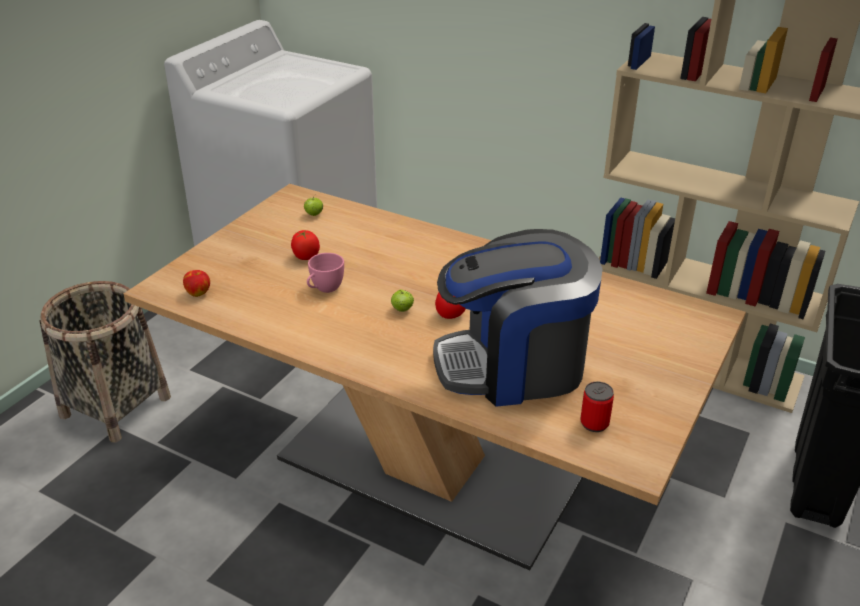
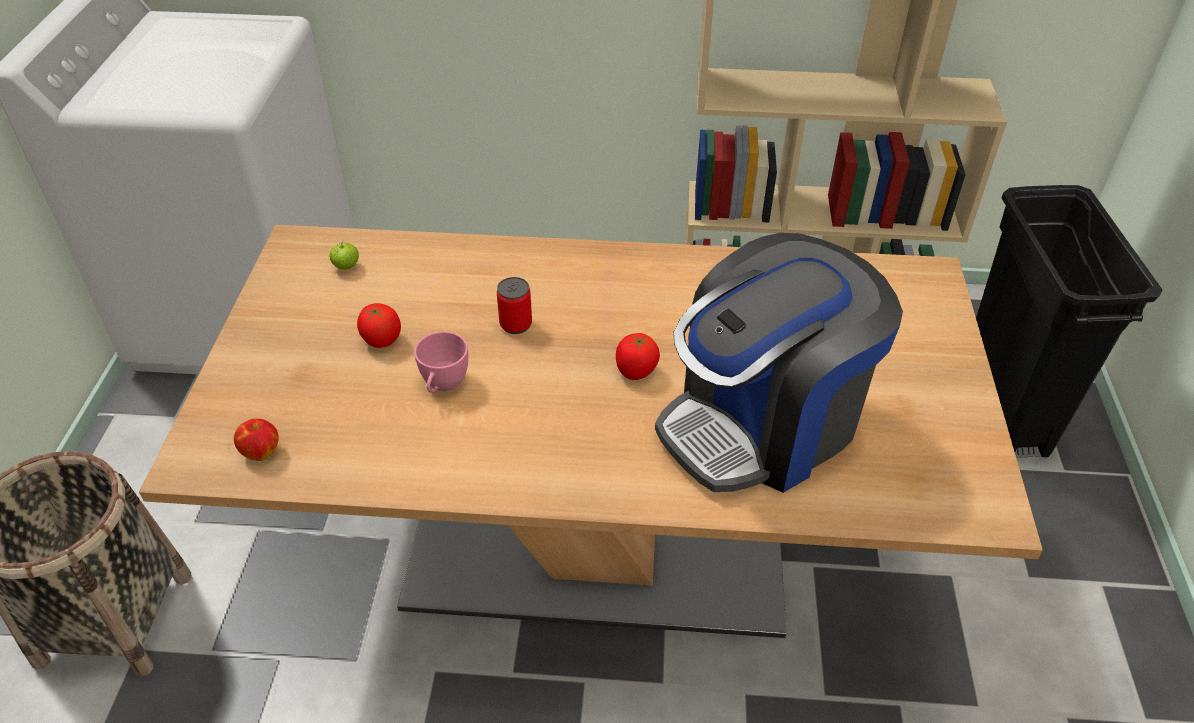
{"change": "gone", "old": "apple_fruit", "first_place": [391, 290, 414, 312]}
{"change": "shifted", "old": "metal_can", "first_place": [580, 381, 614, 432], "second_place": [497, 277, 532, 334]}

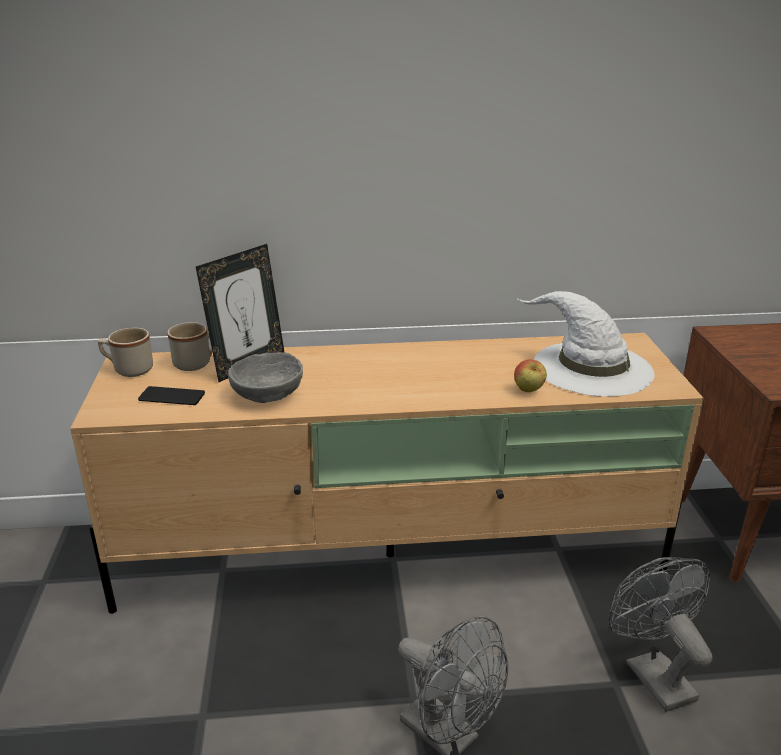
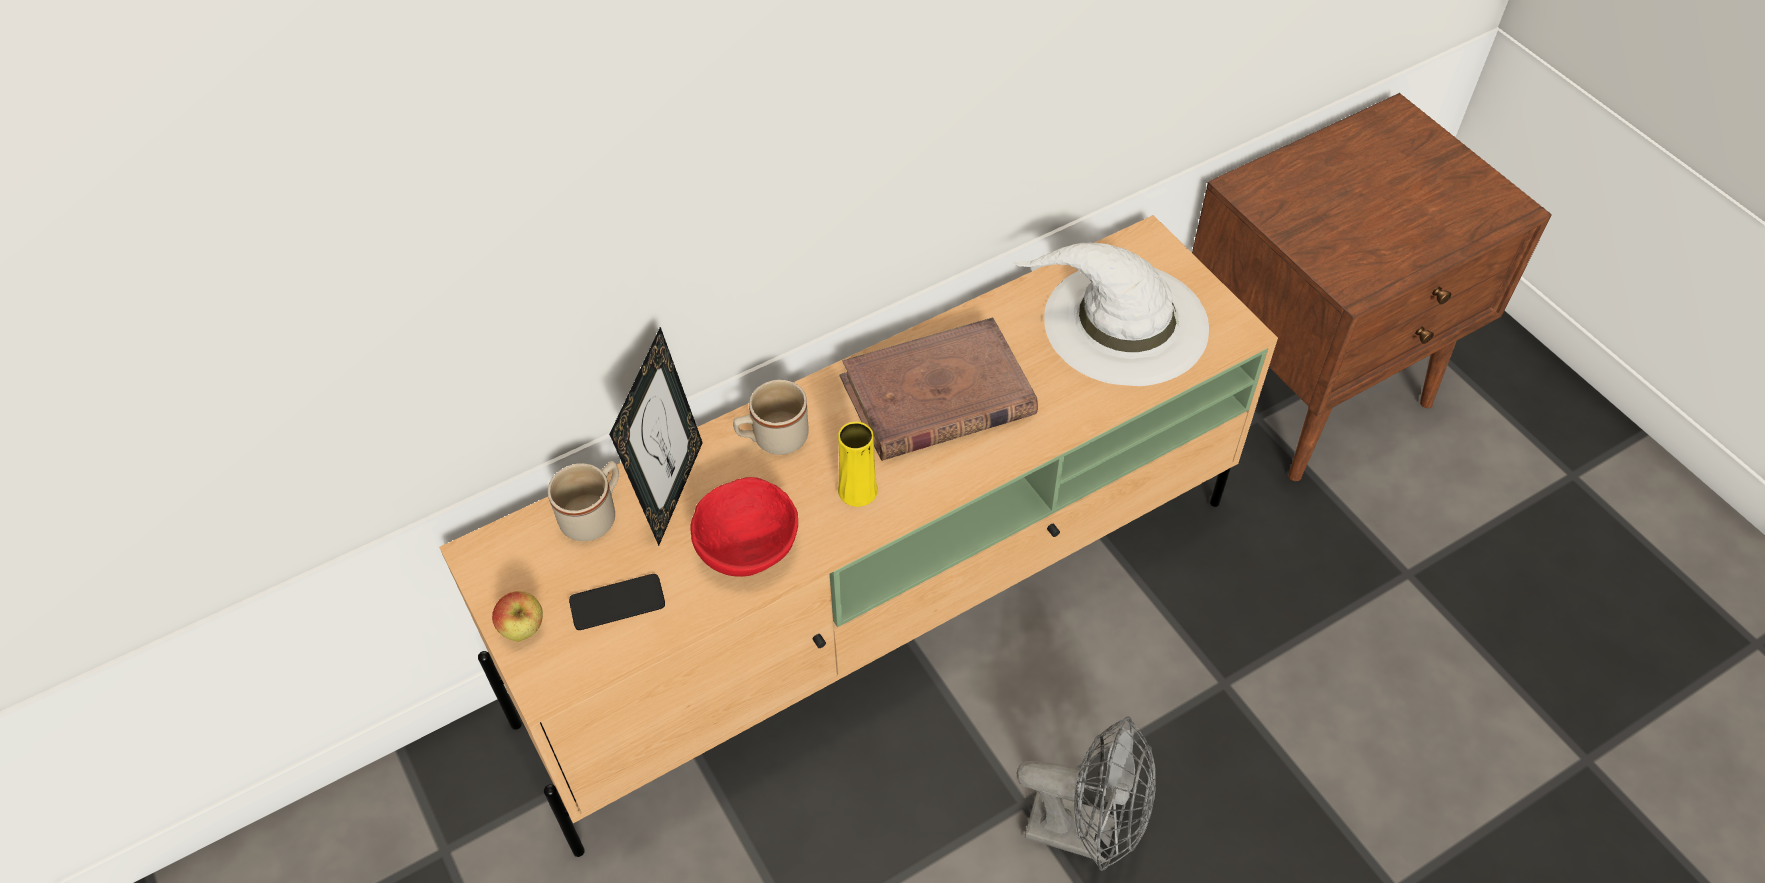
{"change": "gone", "old": "greyish_cooling_fan", "first_place": [608, 557, 712, 712]}
{"change": "new", "new": "yellow_decorative_vase", "second_place": [838, 422, 878, 507]}
{"change": "new", "new": "brownish_volume", "second_place": [840, 317, 1038, 461]}
{"change": "shifted", "old": "beige_mug", "first_place": [98, 328, 153, 377], "second_place": [733, 380, 809, 455]}
{"change": "shifted", "old": "apple_fruit", "first_place": [514, 359, 547, 392], "second_place": [492, 591, 543, 642]}
{"change": "repainted", "old": "greyish_bowl", "new": "red_bowl", "first_place": [228, 352, 303, 403], "second_place": [690, 477, 798, 577]}

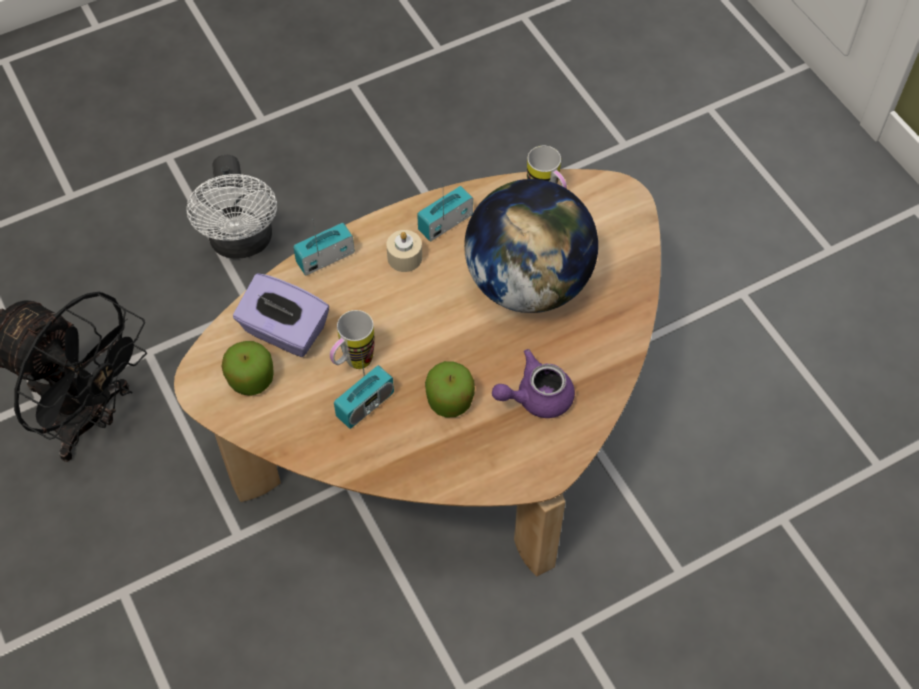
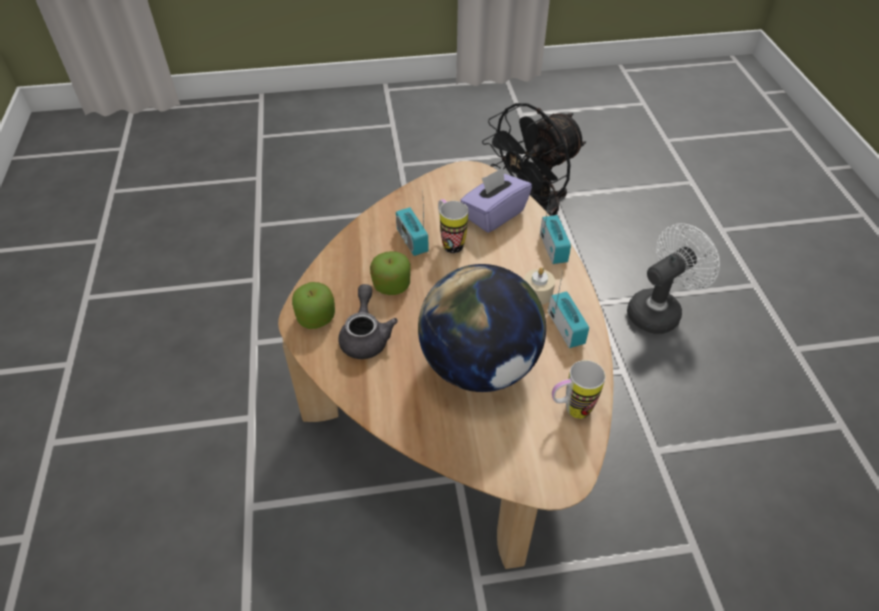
{"change": "shifted", "old": "apple_fruit", "first_place": [221, 341, 274, 396], "second_place": [292, 282, 335, 329]}
{"change": "repainted", "old": "purple_tea_pot", "new": "greyish_tea_pot", "first_place": [492, 349, 575, 418], "second_place": [339, 284, 398, 359]}
{"change": "rotated", "old": "white_cooling_fan", "first_place": [186, 155, 277, 259], "second_place": [627, 223, 720, 334], "degrees": 135}

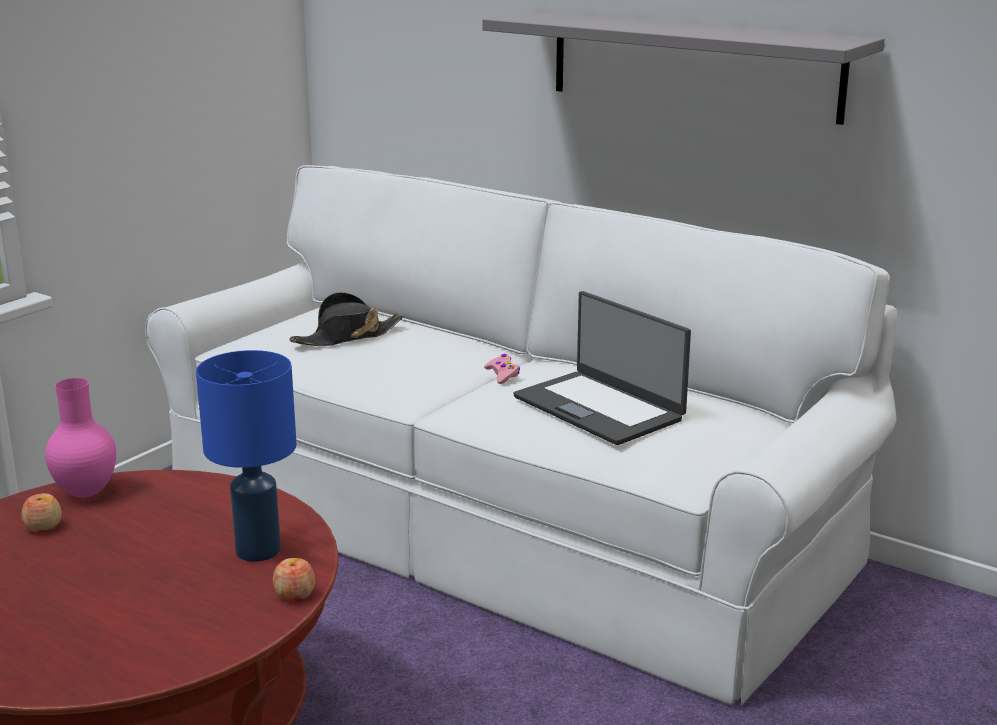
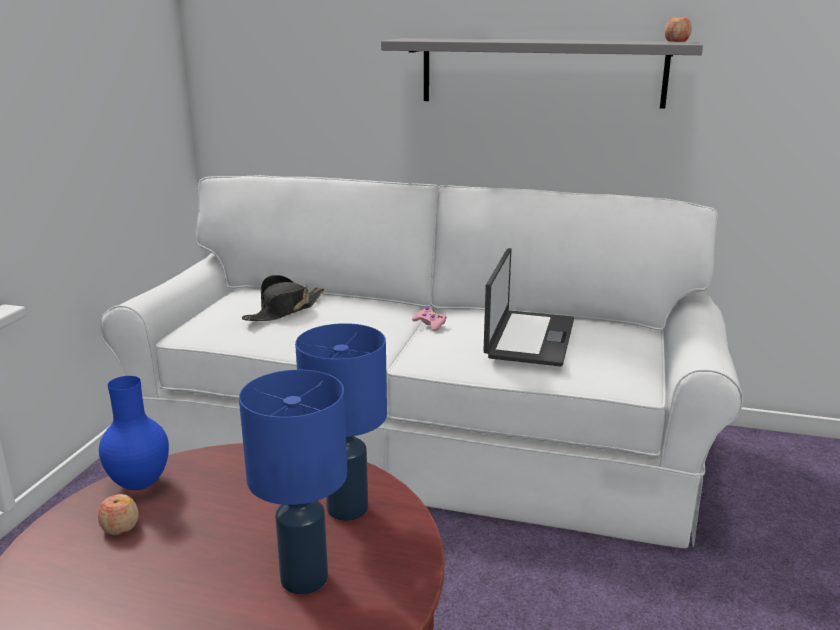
{"change": "new", "new": "blue_lamp_for_a_table", "second_place": [239, 370, 347, 594]}
{"change": "shifted", "old": "apple_fruit", "first_place": [273, 558, 315, 602], "second_place": [664, 17, 692, 42]}
{"change": "repainted", "old": "pinkish_decorative_vase", "new": "blue_decorative_vase", "first_place": [45, 378, 116, 498], "second_place": [99, 376, 169, 490]}
{"change": "rotated", "old": "laptop", "first_place": [514, 291, 691, 445], "second_place": [484, 248, 574, 367], "degrees": -105}

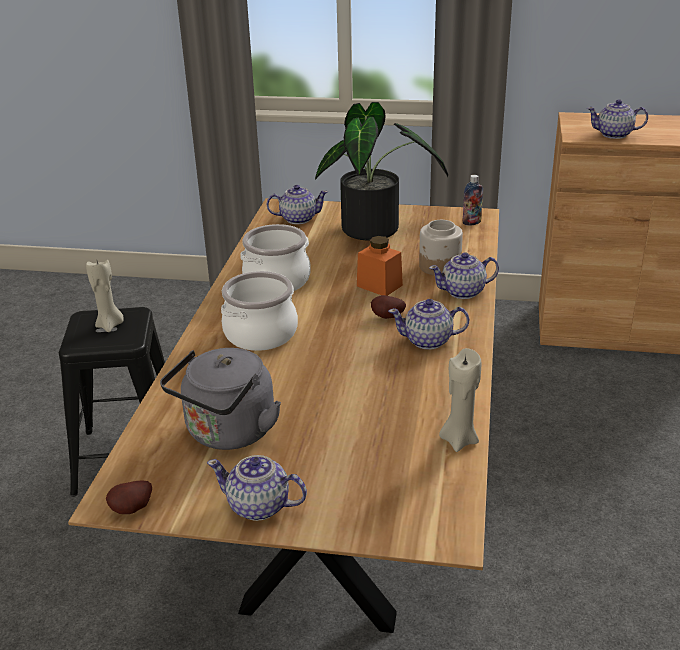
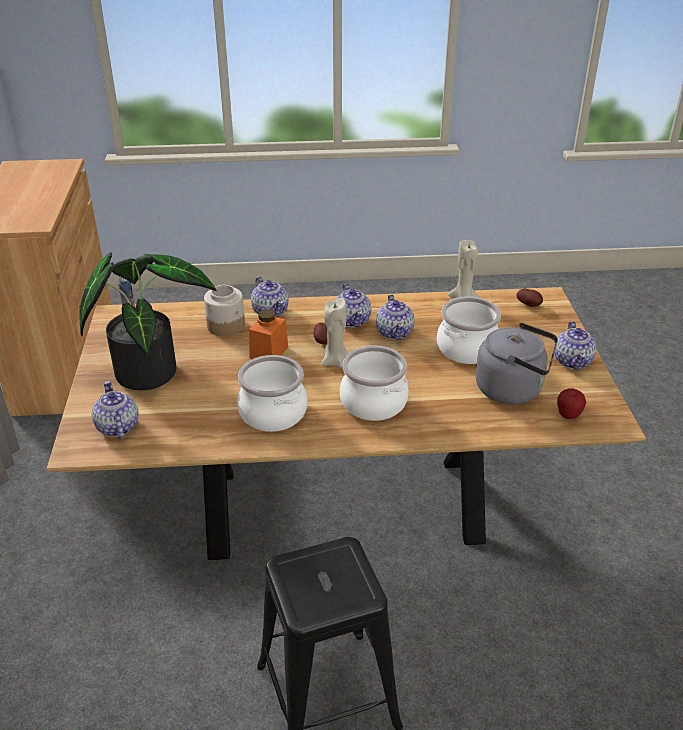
{"change": "new", "new": "cooking_pot", "second_place": [437, 296, 501, 364]}
{"change": "new", "new": "apple_fruit", "second_place": [557, 389, 586, 419]}
{"change": "shifted", "old": "beige_wax_light", "first_place": [86, 260, 124, 332], "second_place": [321, 298, 350, 368]}
{"change": "shifted", "old": "potato", "first_place": [106, 480, 152, 514], "second_place": [516, 289, 543, 307]}
{"change": "shifted", "old": "tea_pot", "first_place": [587, 99, 648, 139], "second_place": [376, 294, 414, 340]}

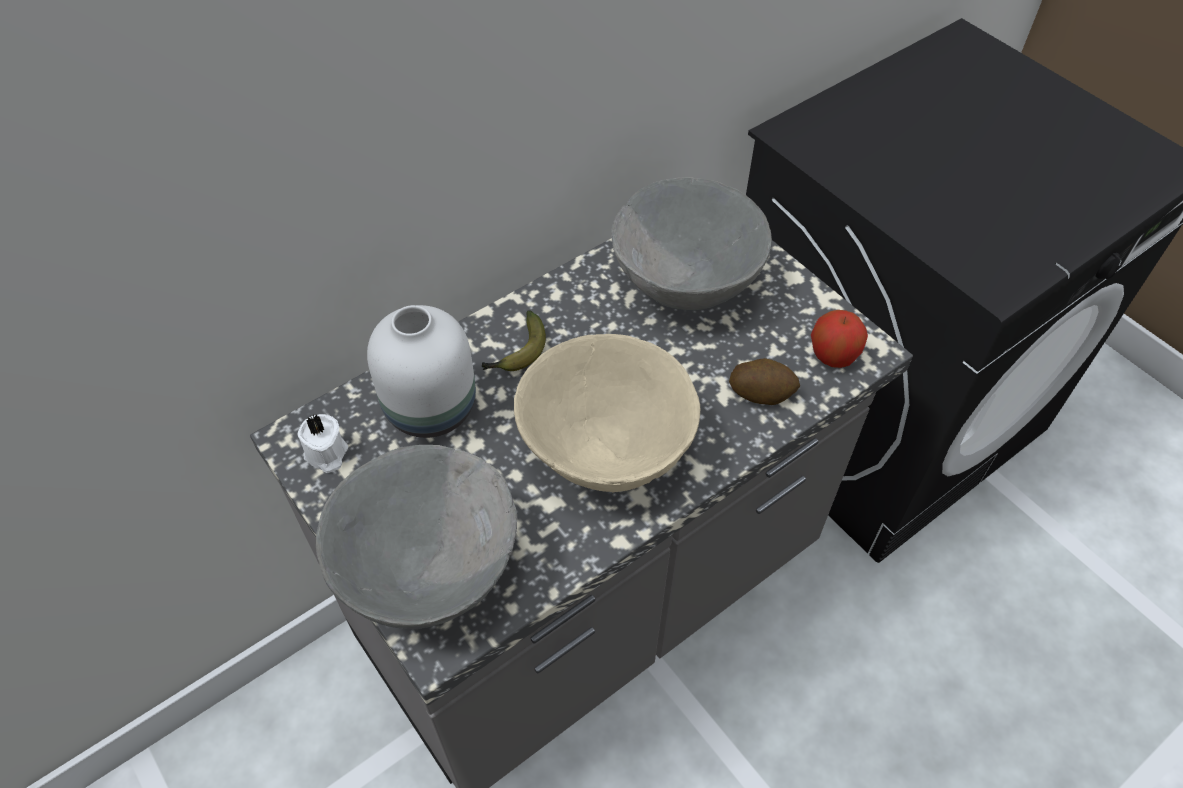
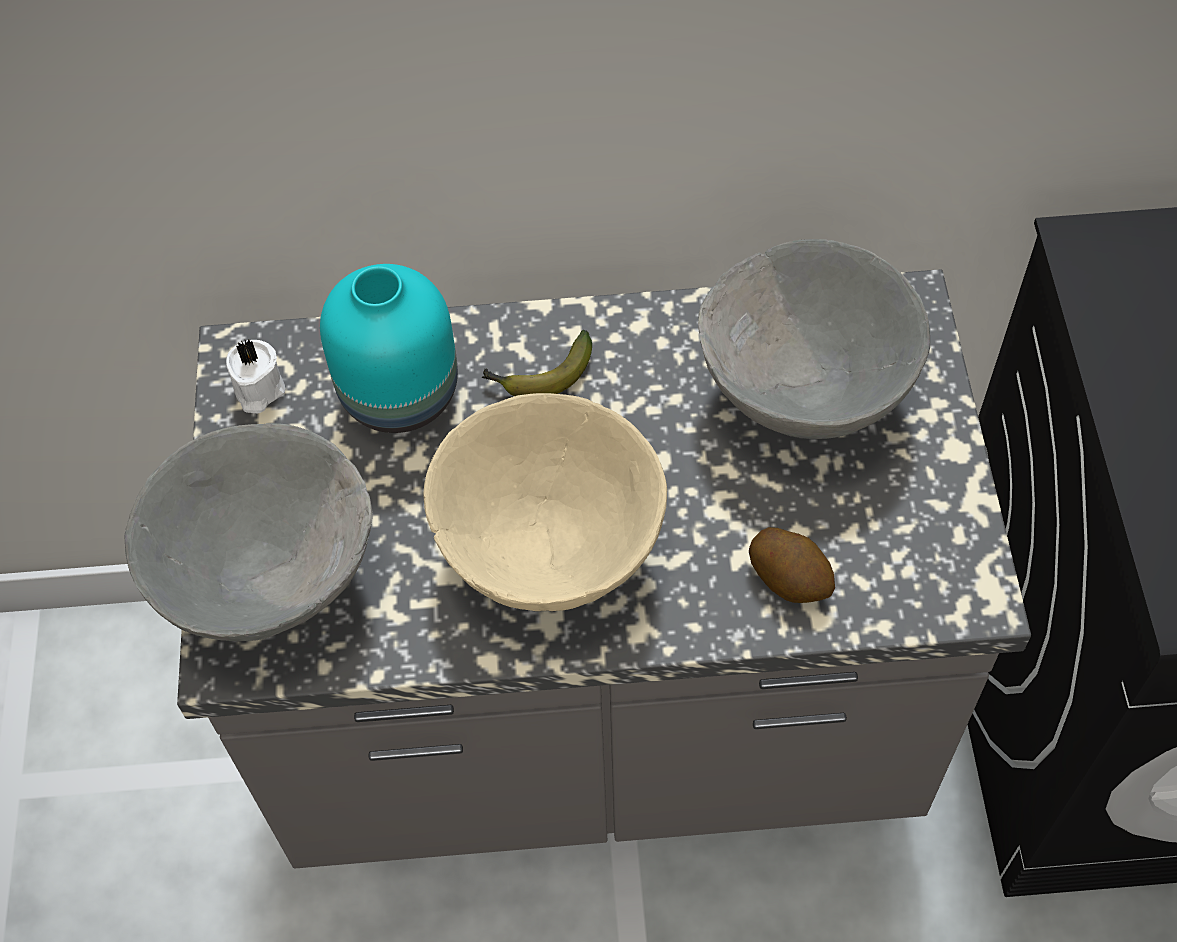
{"change": "gone", "old": "apple_fruit", "first_place": [811, 310, 868, 368]}
{"change": "repainted", "old": "white_decorative_vase", "new": "turquoise-coloured_decorative_vase", "first_place": [367, 305, 476, 438], "second_place": [320, 264, 458, 433]}

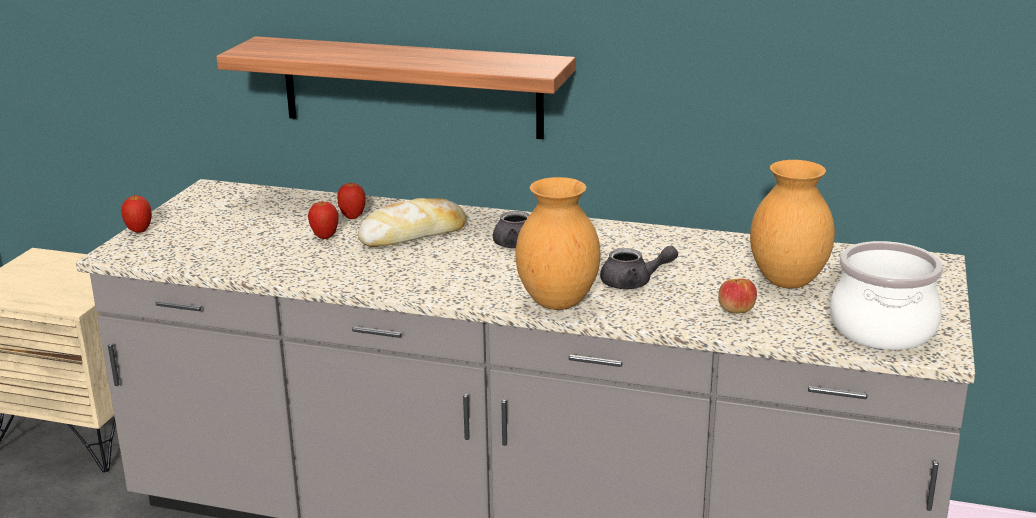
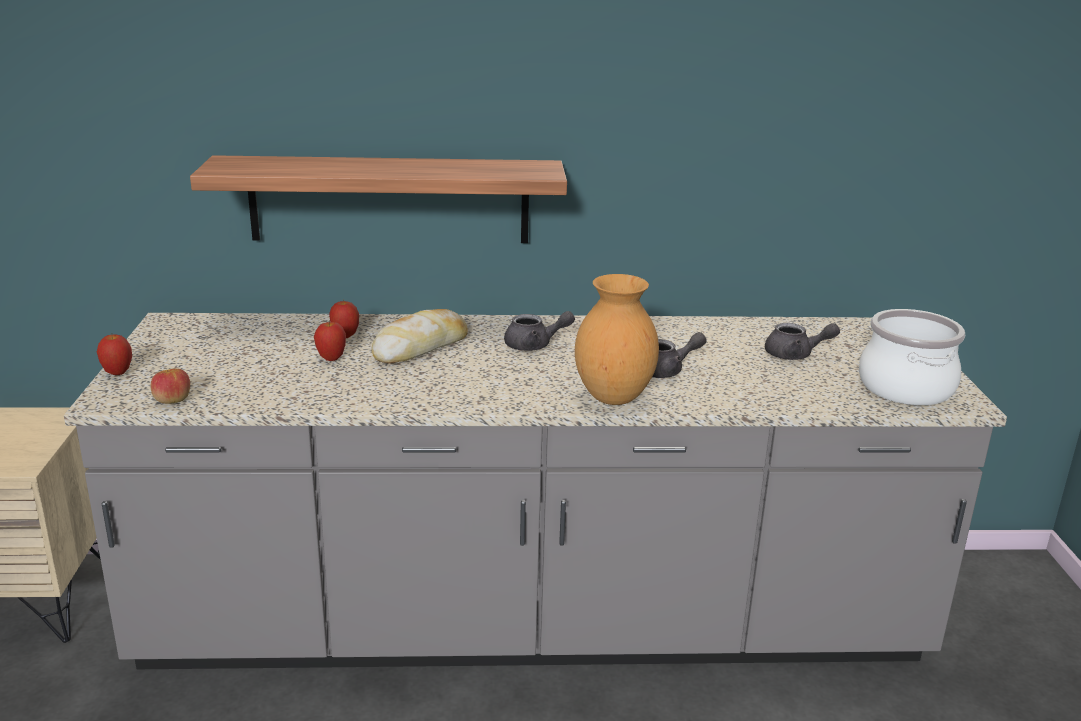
{"change": "shifted", "old": "apple_fruit", "first_place": [718, 278, 757, 313], "second_place": [151, 368, 190, 404]}
{"change": "swapped", "old": "brownish_decorative_vase", "new": "greyish_tea_pot", "first_place": [750, 160, 835, 289], "second_place": [765, 323, 840, 360]}

